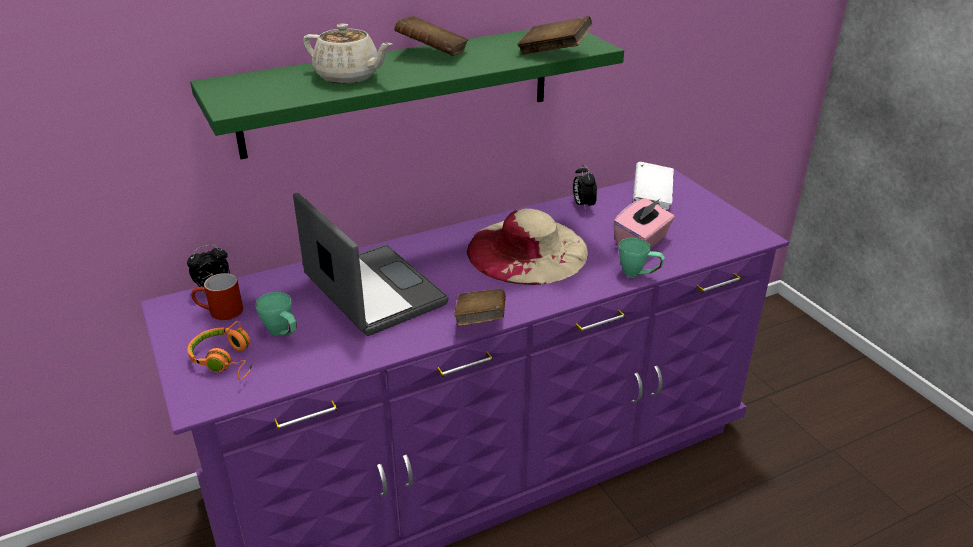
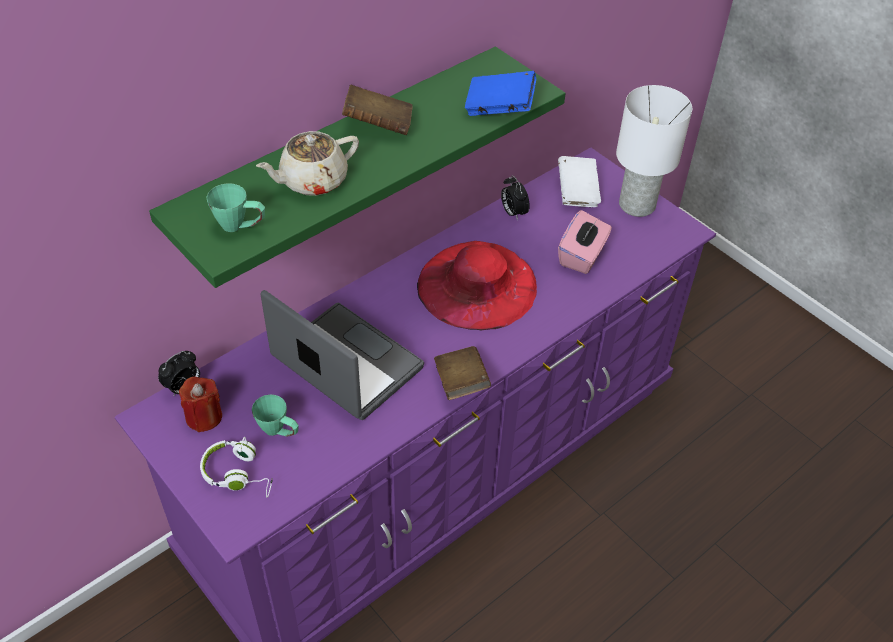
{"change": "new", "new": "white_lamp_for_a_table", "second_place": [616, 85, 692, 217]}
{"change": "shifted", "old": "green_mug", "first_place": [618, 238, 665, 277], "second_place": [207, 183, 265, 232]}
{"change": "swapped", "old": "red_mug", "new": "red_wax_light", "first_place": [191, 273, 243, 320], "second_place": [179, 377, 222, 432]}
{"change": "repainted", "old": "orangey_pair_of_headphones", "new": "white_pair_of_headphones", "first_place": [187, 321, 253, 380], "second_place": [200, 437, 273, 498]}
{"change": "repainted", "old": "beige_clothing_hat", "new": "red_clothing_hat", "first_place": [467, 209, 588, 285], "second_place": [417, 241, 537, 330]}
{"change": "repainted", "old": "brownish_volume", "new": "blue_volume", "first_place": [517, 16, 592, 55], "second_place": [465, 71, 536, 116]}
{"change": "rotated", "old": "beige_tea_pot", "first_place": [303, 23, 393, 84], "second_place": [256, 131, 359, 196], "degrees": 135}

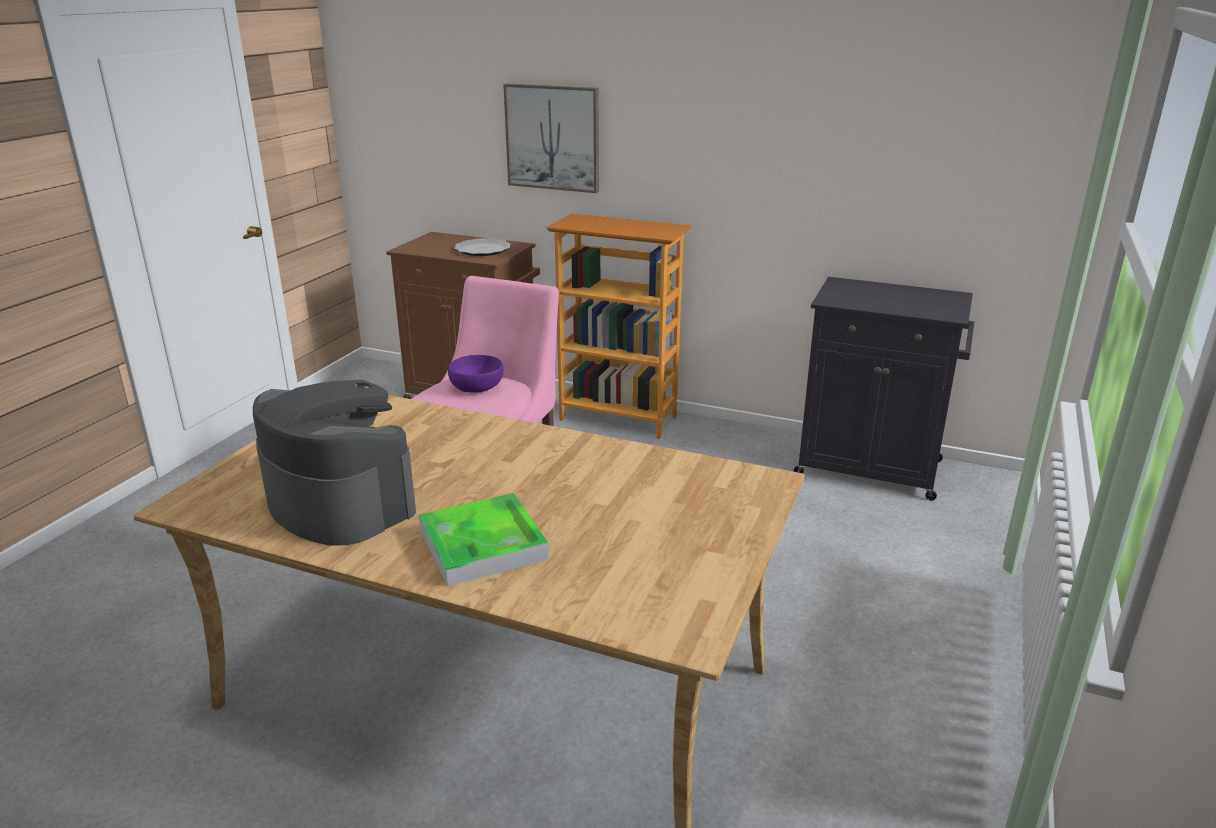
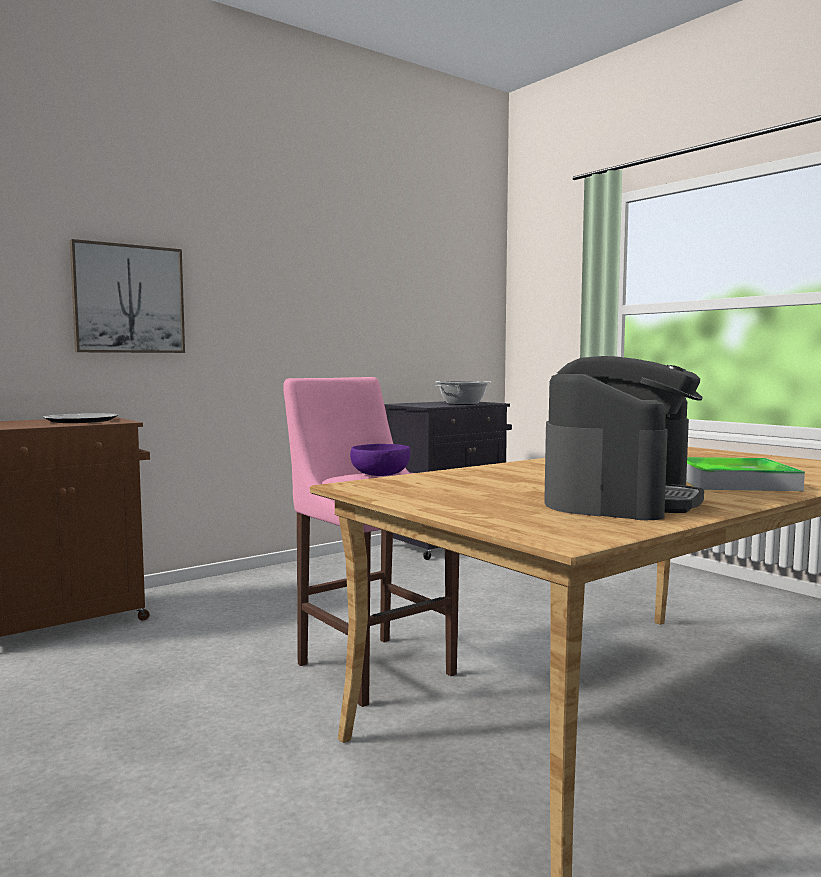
{"change": "gone", "old": "bookshelf", "first_place": [546, 213, 692, 439]}
{"change": "new", "new": "cooking_pot", "second_place": [435, 381, 491, 405]}
{"change": "rotated", "old": "coffee_machine", "first_place": [253, 380, 416, 546], "second_place": [544, 356, 704, 520], "degrees": 135}

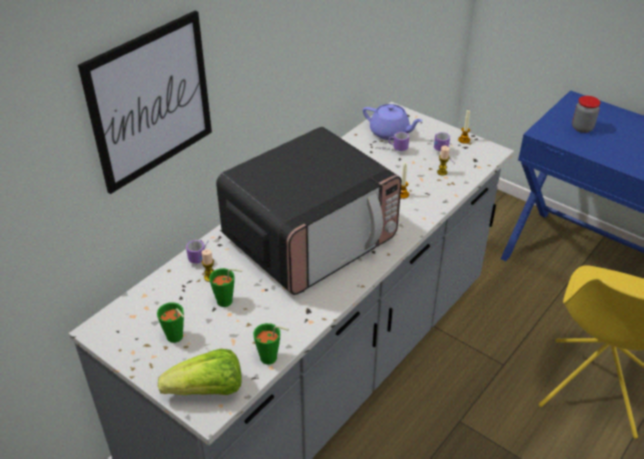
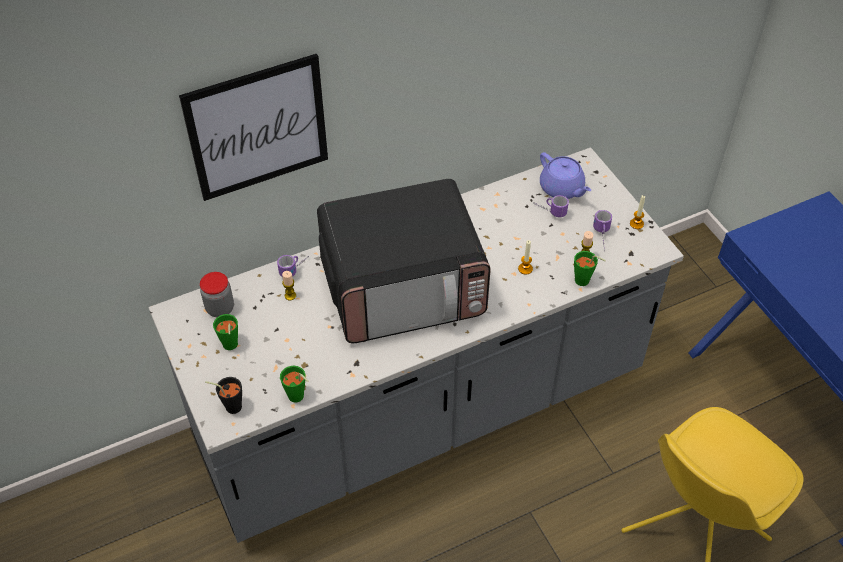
{"change": "shifted", "old": "green_small_cup", "first_place": [209, 268, 242, 307], "second_place": [574, 251, 606, 286]}
{"change": "shifted", "old": "storage_jar", "first_place": [572, 96, 600, 133], "second_place": [200, 272, 234, 317]}
{"change": "swapped", "old": "lettuce_head", "new": "black-coloured_small_cup", "first_place": [158, 349, 242, 395], "second_place": [205, 377, 242, 414]}

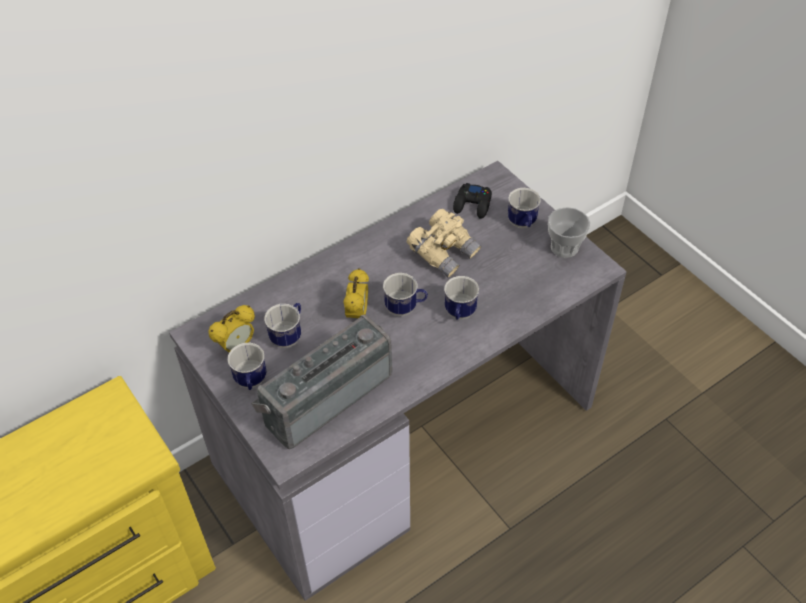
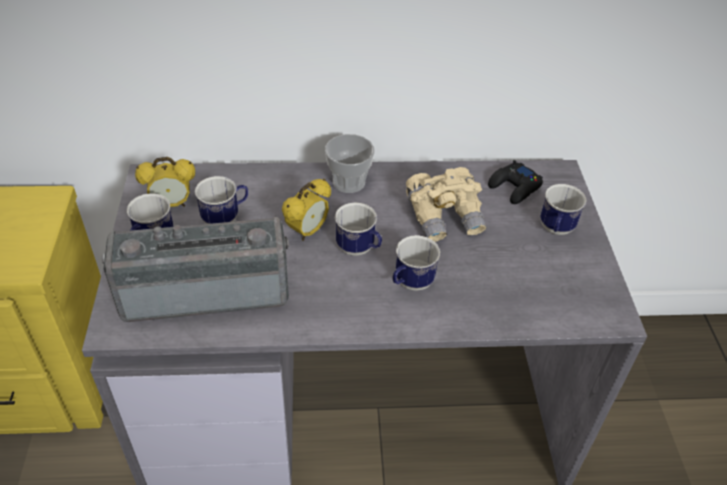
{"change": "shifted", "old": "small_cup", "first_place": [548, 207, 590, 258], "second_place": [325, 134, 374, 193]}

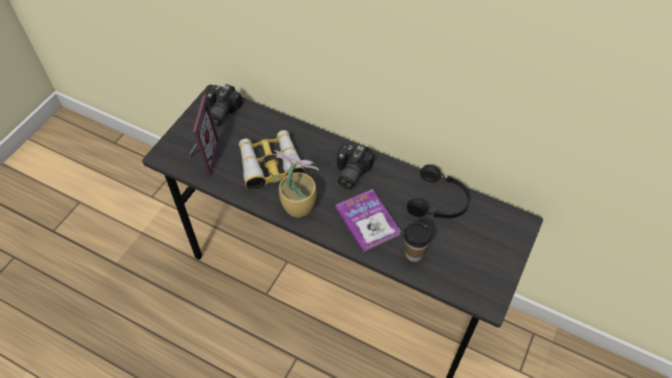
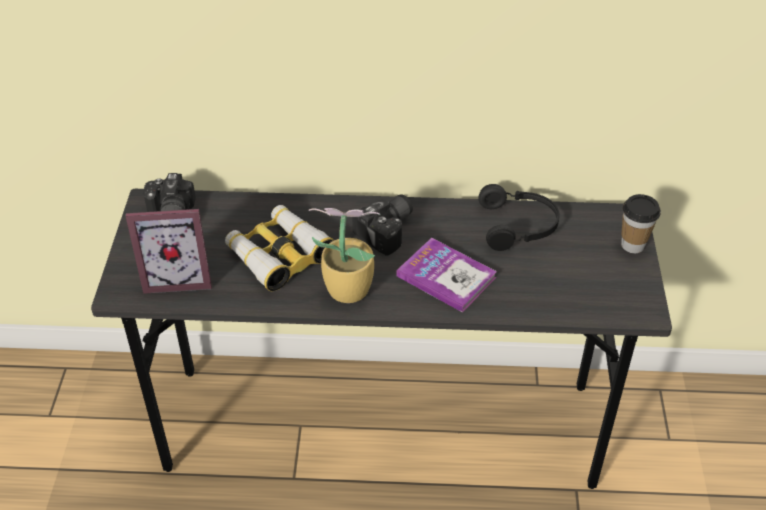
{"change": "shifted", "old": "small_cup", "first_place": [403, 222, 433, 262], "second_place": [621, 194, 661, 253]}
{"change": "rotated", "old": "picture_frame", "first_place": [189, 95, 219, 176], "second_place": [126, 209, 212, 294], "degrees": 105}
{"change": "rotated", "old": "still_camera", "first_place": [337, 144, 374, 189], "second_place": [352, 194, 413, 256], "degrees": -135}

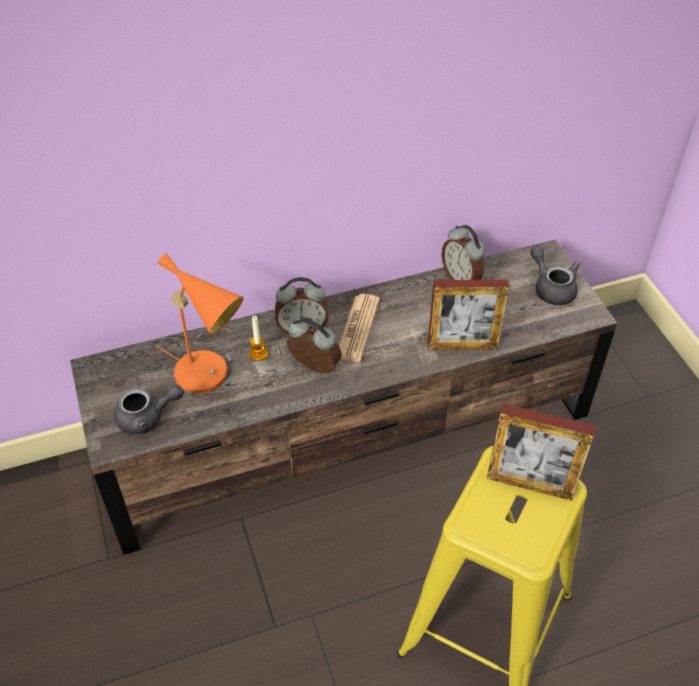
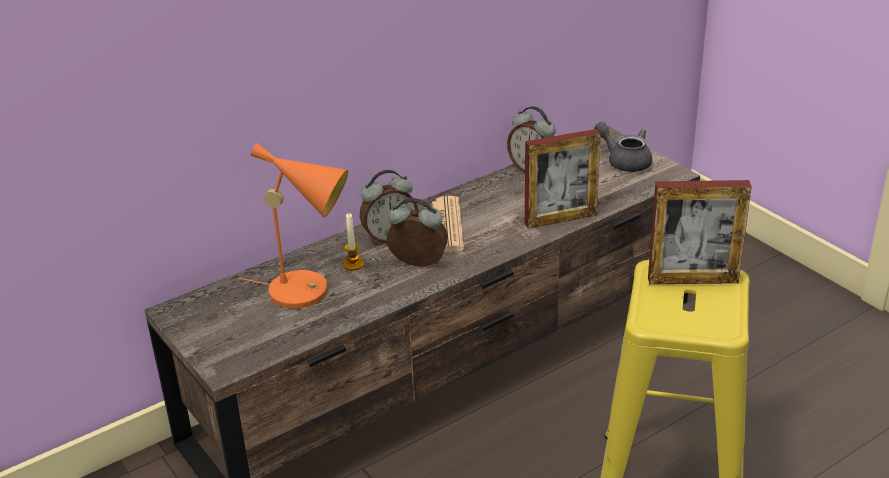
{"change": "gone", "old": "greyish_tea_pot", "first_place": [114, 385, 184, 434]}

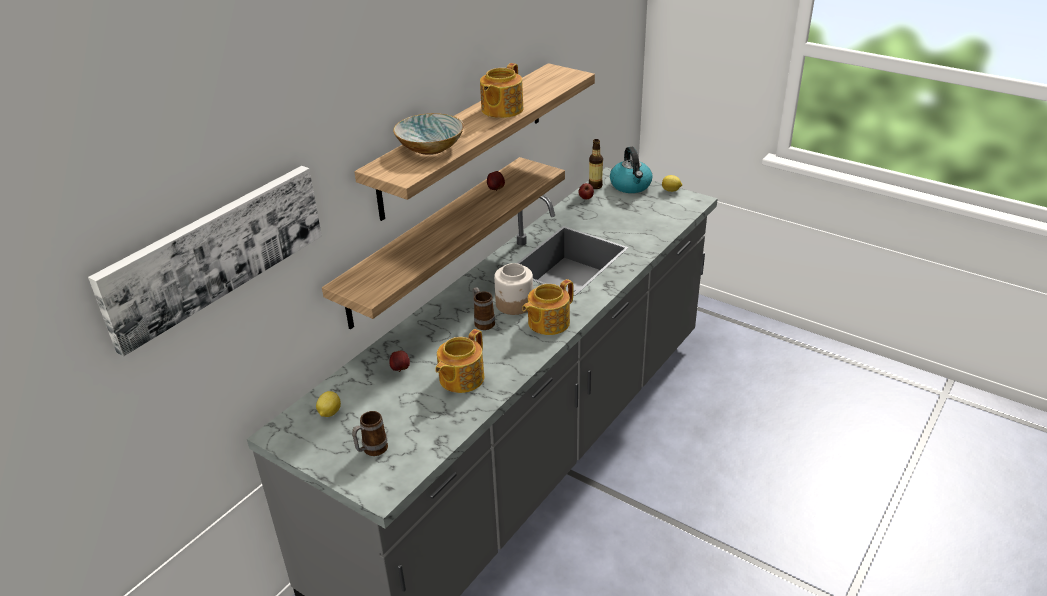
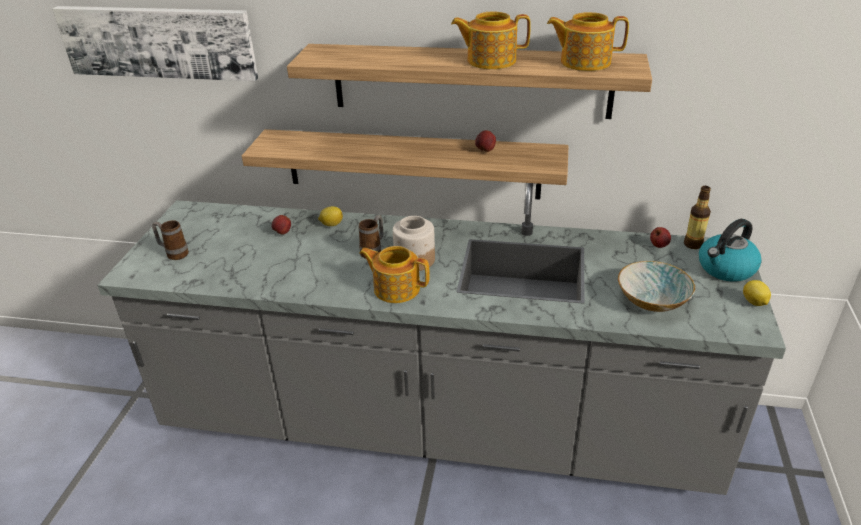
{"change": "shifted", "old": "citrus_fruit", "first_place": [316, 391, 341, 417], "second_place": [318, 206, 343, 226]}
{"change": "shifted", "old": "bowl", "first_place": [393, 113, 464, 155], "second_place": [618, 261, 695, 312]}
{"change": "shifted", "old": "tea_pot", "first_place": [435, 329, 484, 393], "second_place": [547, 12, 629, 71]}

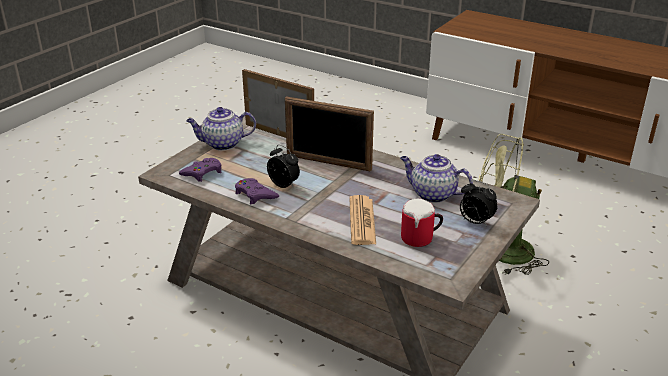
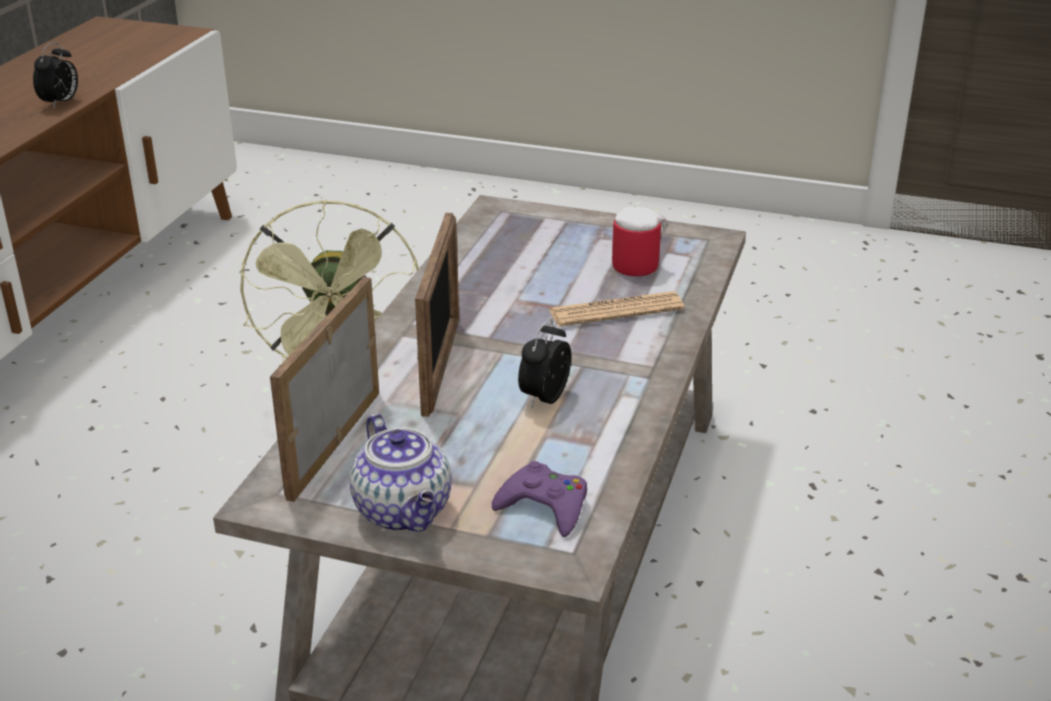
{"change": "gone", "old": "purple_game_controller", "first_place": [235, 178, 279, 204]}
{"change": "gone", "old": "tea_pot", "first_place": [401, 154, 473, 203]}
{"change": "shifted", "old": "bedside_clock", "first_place": [460, 180, 498, 227], "second_place": [33, 42, 78, 109]}

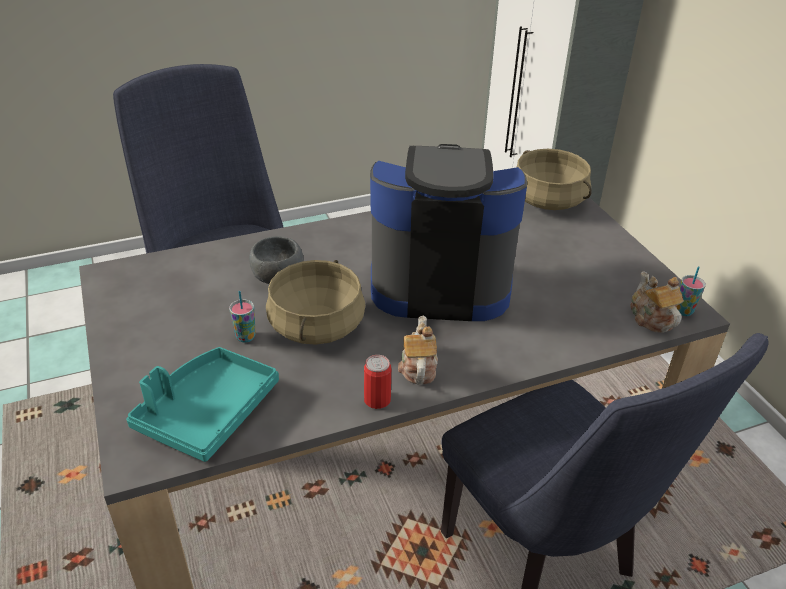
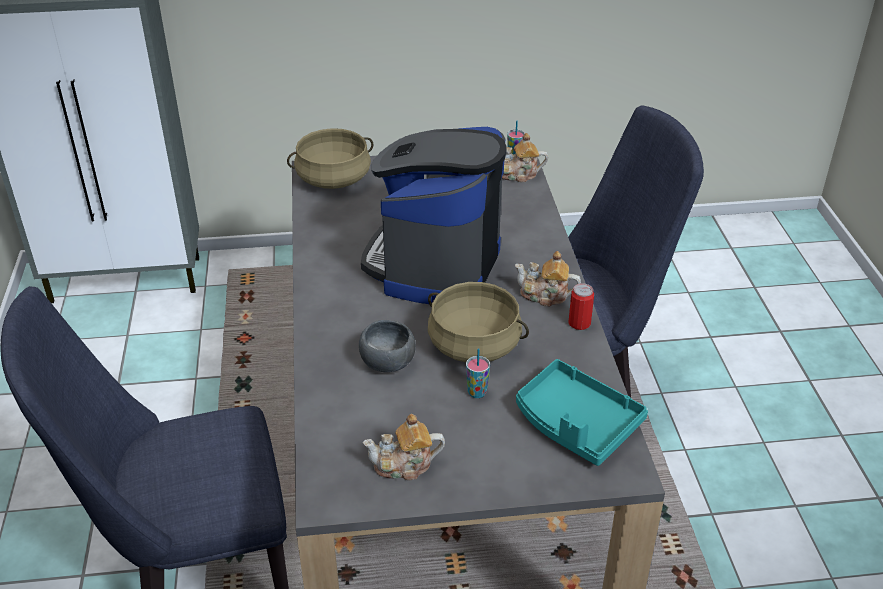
{"change": "new", "new": "tea_pot", "second_place": [362, 414, 445, 480]}

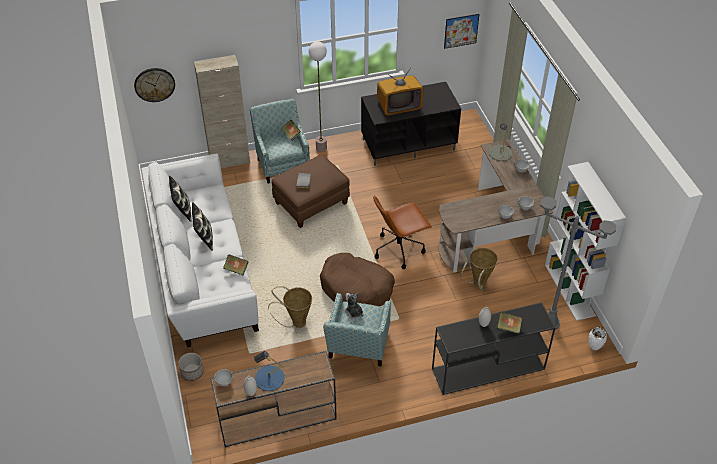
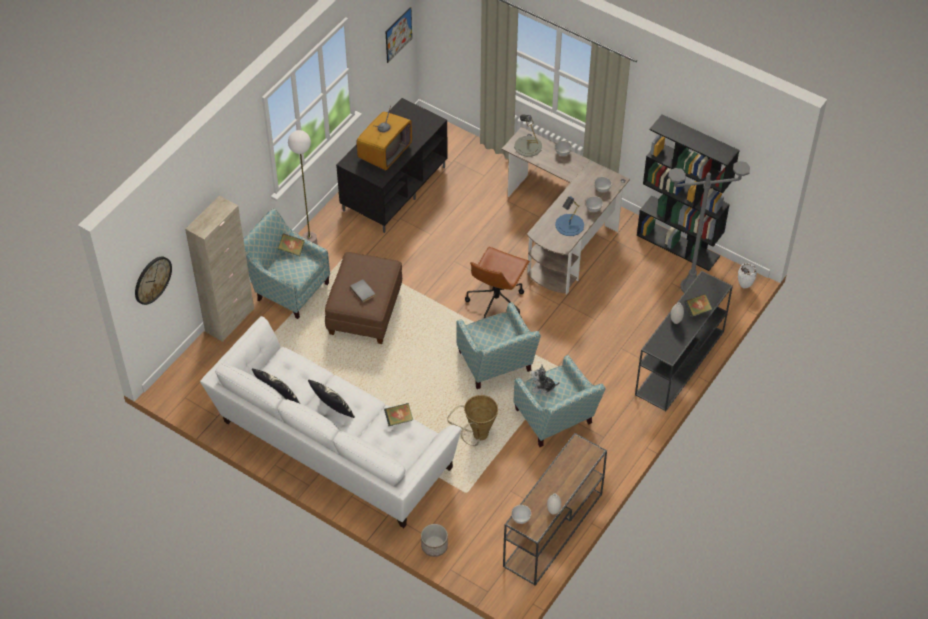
{"change": "gone", "old": "basket", "first_place": [460, 248, 498, 291]}
{"change": "shifted", "old": "blue_lamp_for_a_table", "first_place": [254, 351, 285, 391], "second_place": [555, 196, 584, 236]}
{"change": "swapped", "old": "brownish_dog_bed", "new": "easy_chair", "first_place": [320, 253, 395, 306], "second_place": [457, 302, 541, 389]}
{"change": "repainted", "old": "white_bookshelf", "new": "black-coloured_bookshelf", "first_place": [545, 162, 626, 321], "second_place": [637, 114, 739, 271]}

